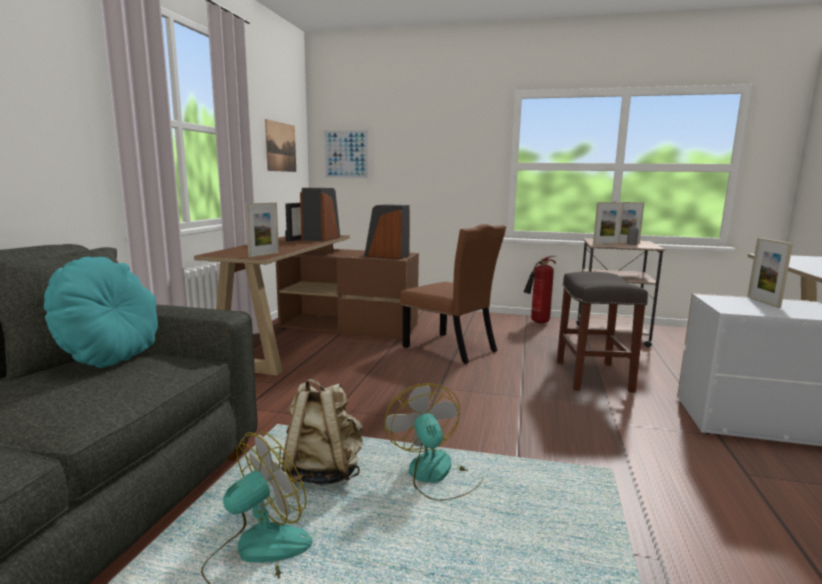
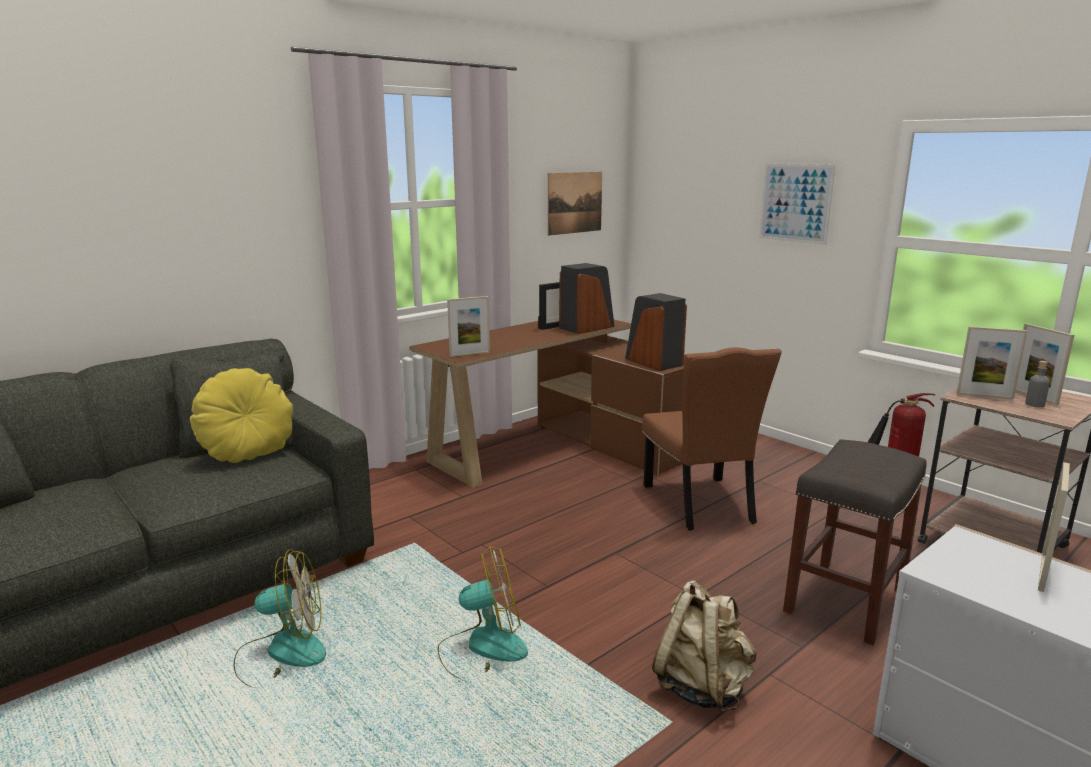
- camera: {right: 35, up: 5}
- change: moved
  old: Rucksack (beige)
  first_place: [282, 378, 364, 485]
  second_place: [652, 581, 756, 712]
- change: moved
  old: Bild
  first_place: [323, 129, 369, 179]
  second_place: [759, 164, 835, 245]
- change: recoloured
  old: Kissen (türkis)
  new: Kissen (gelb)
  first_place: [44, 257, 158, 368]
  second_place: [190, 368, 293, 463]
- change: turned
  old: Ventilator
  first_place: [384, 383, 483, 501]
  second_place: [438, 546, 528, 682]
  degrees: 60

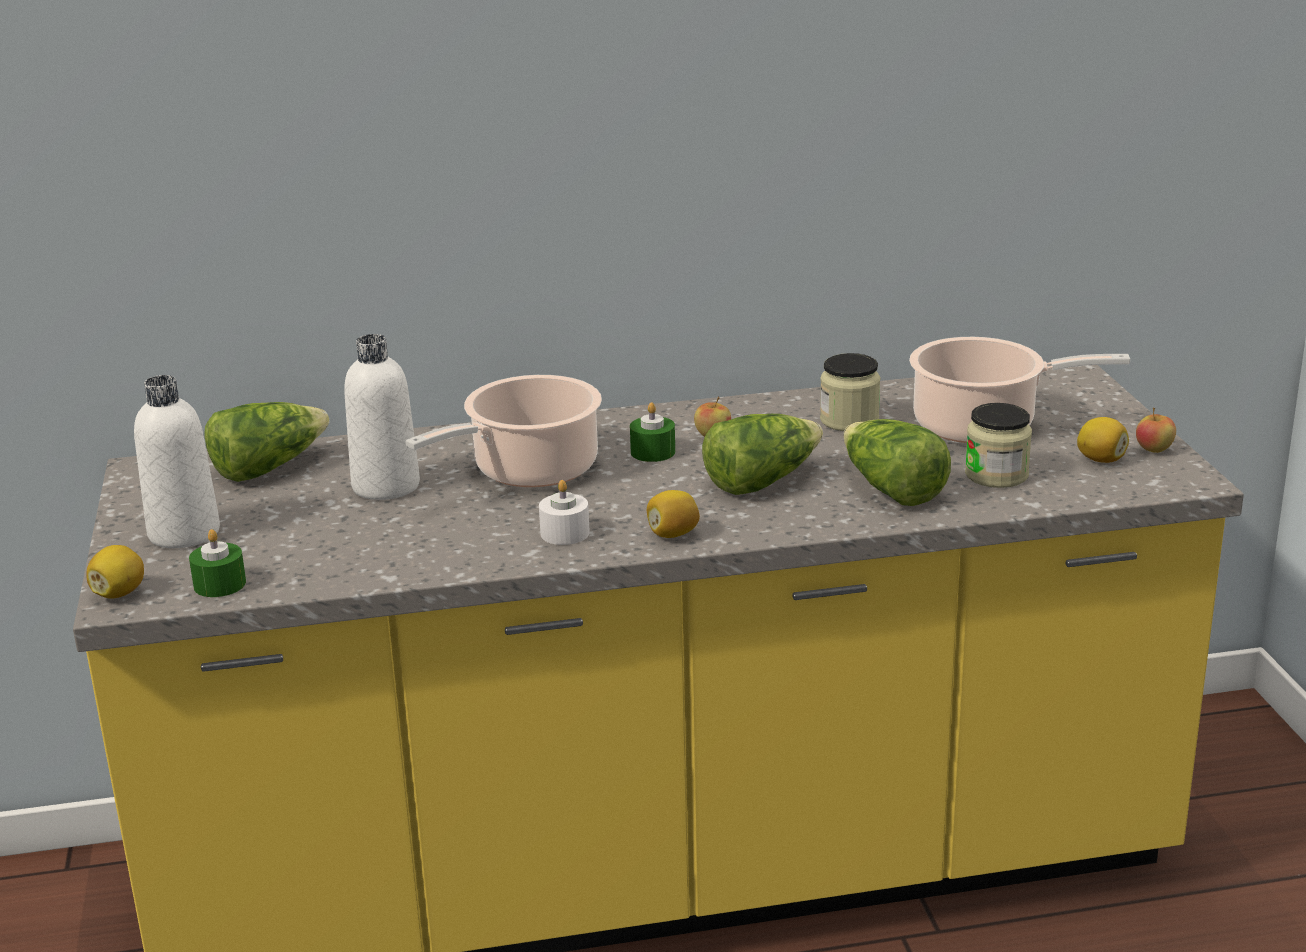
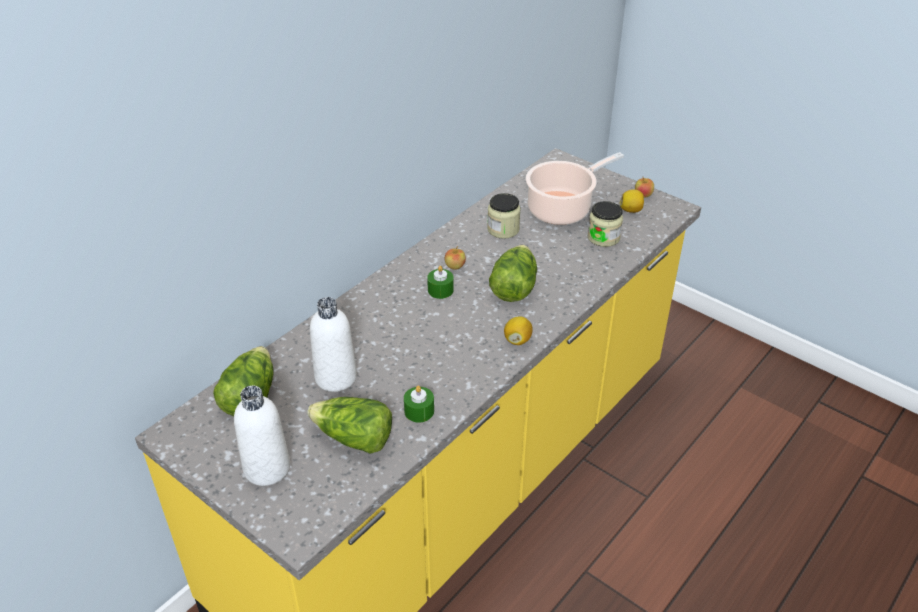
- camera: {right: -40, up: 15}
- change: removed
  old: Zitrone
  first_place: [86, 545, 144, 599]
- change: removed
  old: Kochtopf
  first_place: [406, 375, 602, 487]
- change: removed
  old: Kerze (weiß)
  first_place: [539, 480, 590, 545]
- change: moved
  old: Kerze (grün)
  first_place: [189, 529, 246, 597]
  second_place: [404, 386, 434, 423]
- change: moved
  old: Salatkopf
  first_place: [844, 419, 951, 506]
  second_place: [307, 397, 392, 454]

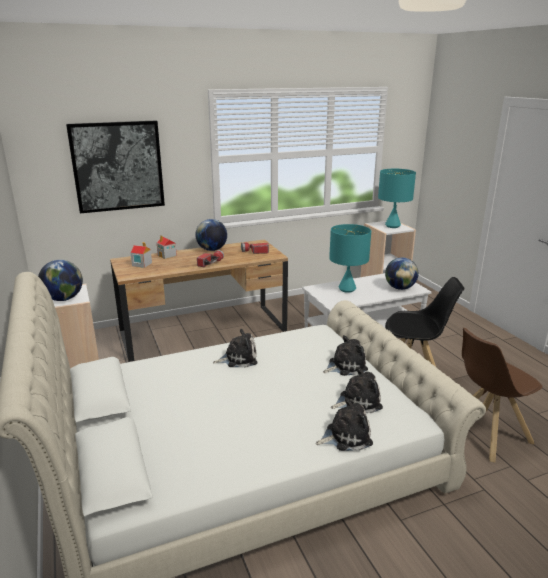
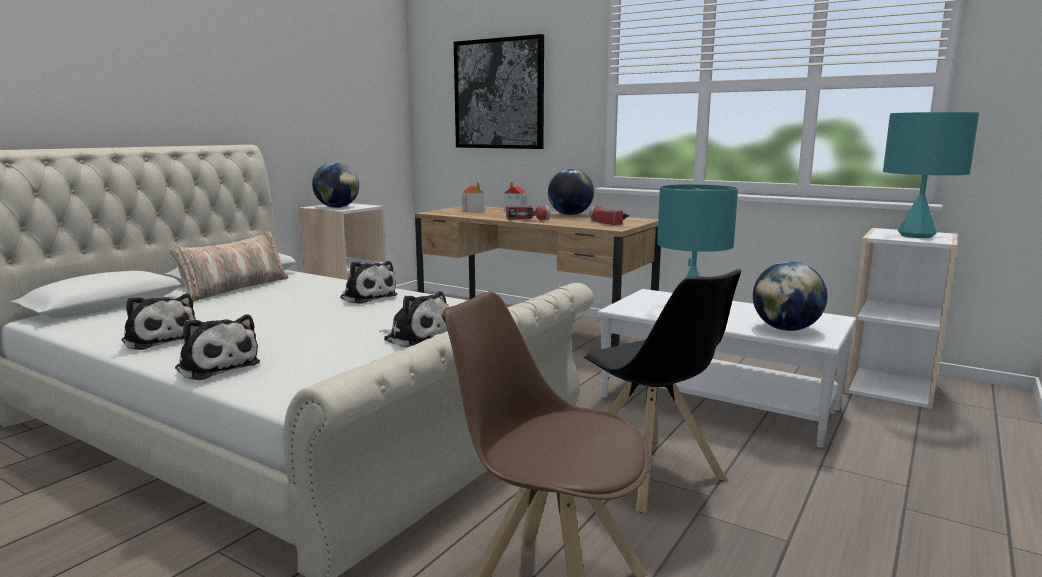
- camera: {right: 55, up: -10}
- change: added
  new: Kissen
  second_place: [170, 231, 289, 302]
- change: moved
  old: Plüschtier
  first_place: [331, 367, 383, 413]
  second_place: [122, 294, 196, 350]

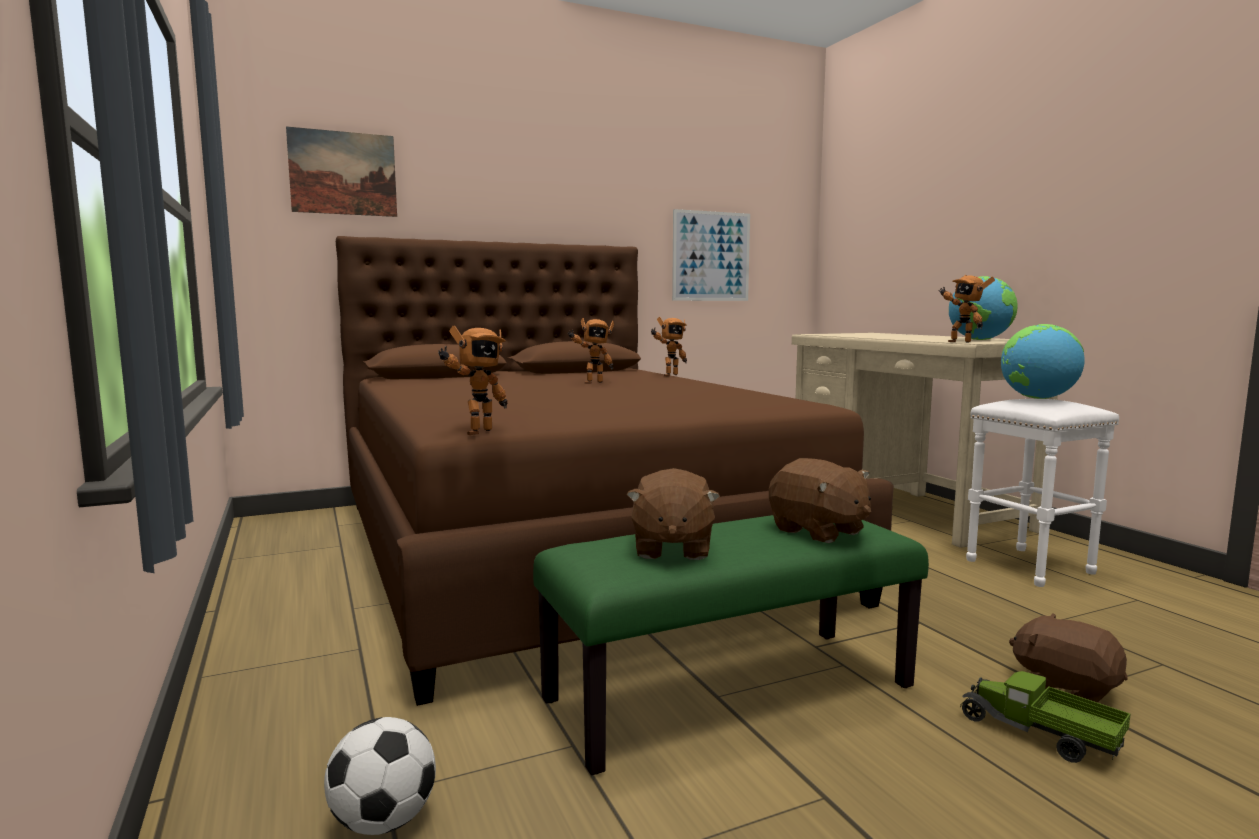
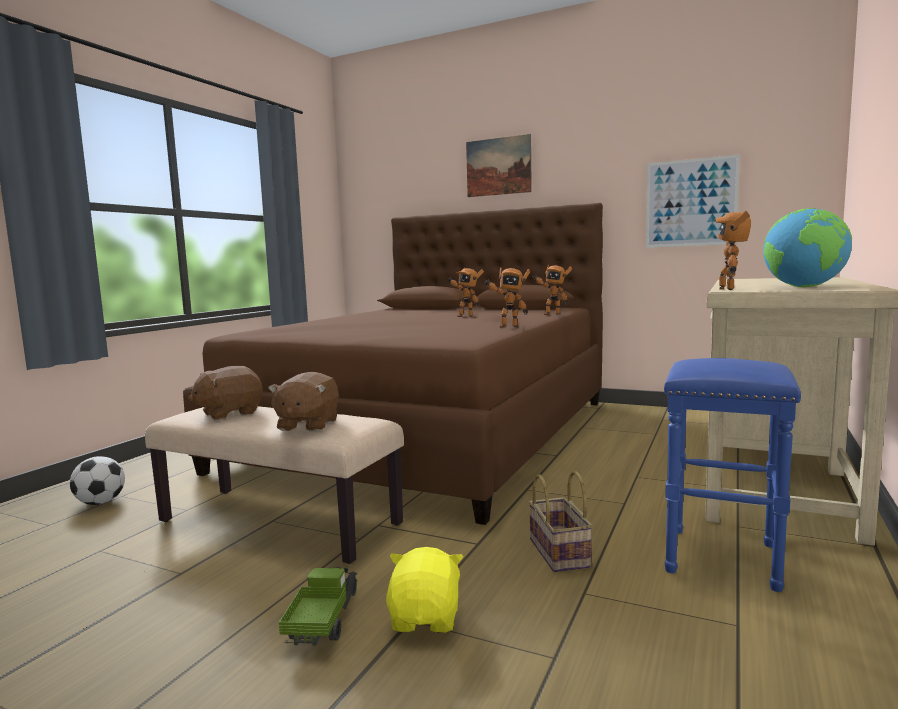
- camera: {right: 50, up: 0}
- change: removed
  old: Globus
  first_place: [1001, 324, 1085, 399]
- change: added
  new: Korb
  second_place: [528, 471, 593, 572]
- change: moved
  old: Bild
  first_place: [286, 126, 397, 217]
  second_place: [466, 134, 532, 197]
- change: moved
  old: Spielzeugroboter
  first_place: [438, 326, 507, 435]
  second_place: [484, 267, 530, 327]
- change: recoloured
  old: Bank (grün)
  new: Bank (beige)
  first_place: [533, 515, 929, 775]
  second_place: [145, 406, 404, 564]
- change: recoloured
  old: Hocker (weiß)
  new: Hocker (blau)
  first_place: [966, 399, 1119, 587]
  second_place: [664, 358, 801, 592]
- change: recoloured
  old: Plüschtier (braun)
  new: Plüschtier (gelb)
  first_place: [1009, 613, 1127, 703]
  second_place: [386, 547, 463, 633]

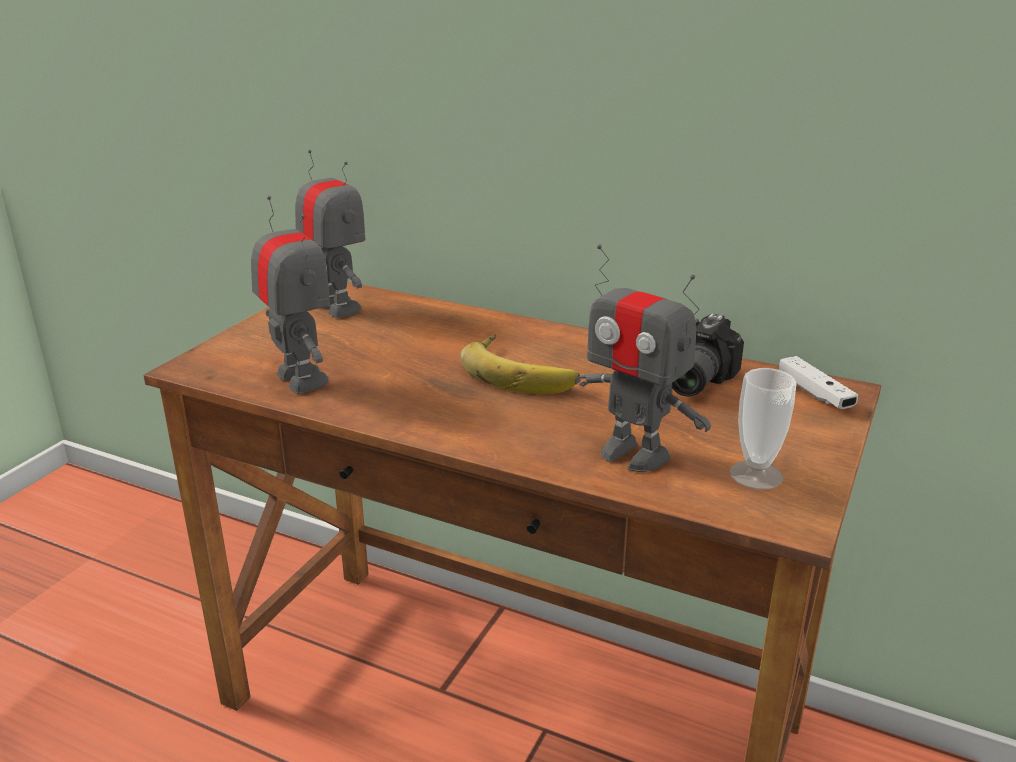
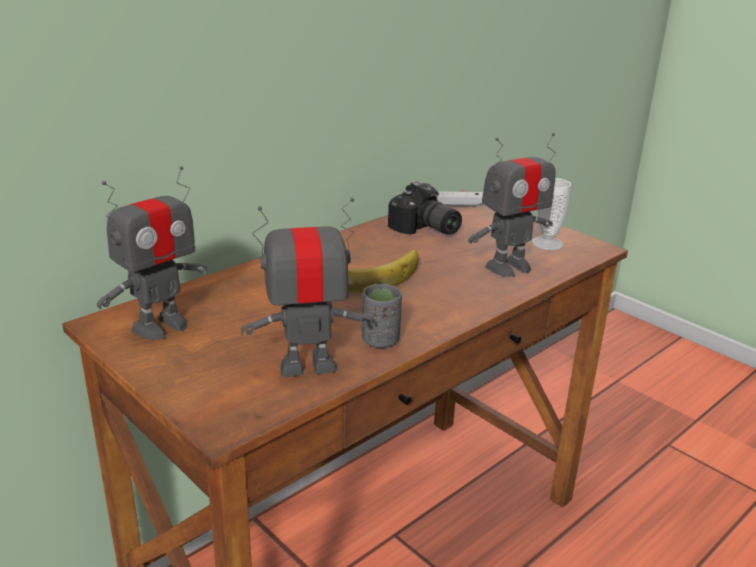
- camera: {right: -70, up: 0}
- change: added
  new: Tasse (grau)
  second_place: [362, 284, 402, 348]
- change: turned
  old: Spielzeugroboter
  first_place: [295, 150, 366, 318]
  second_place: [97, 166, 207, 340]
  degrees: 150

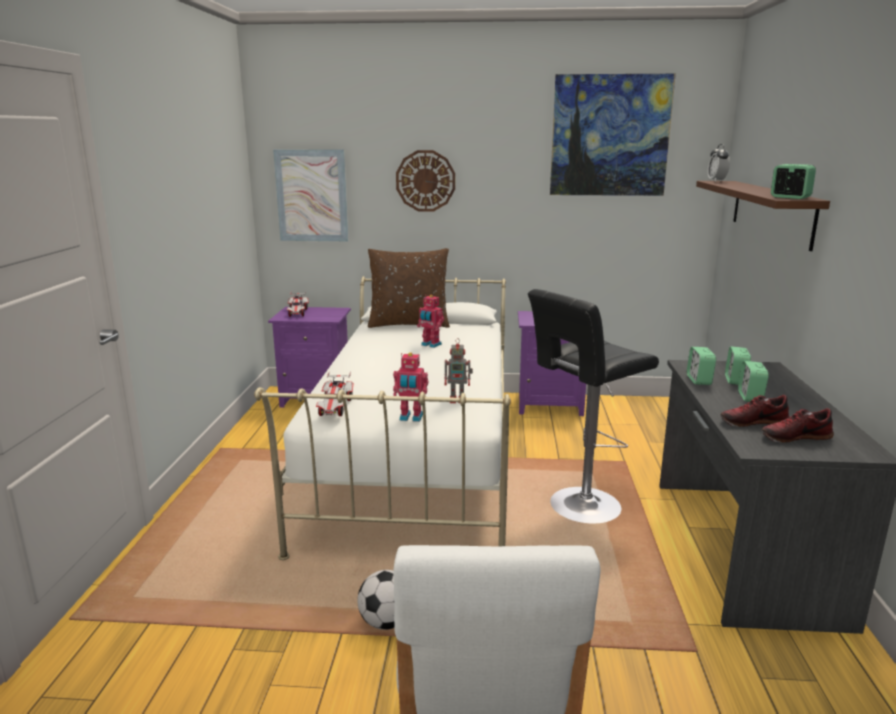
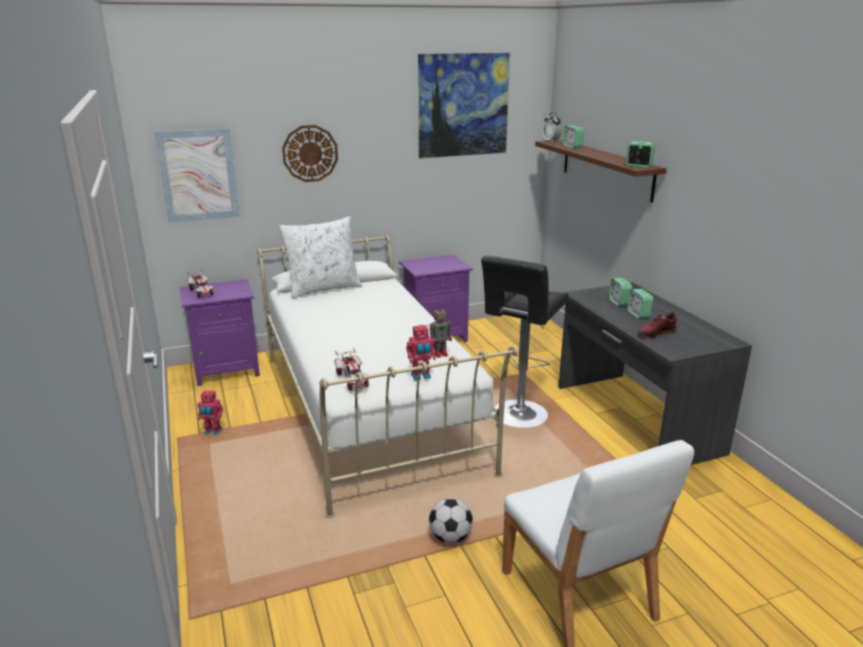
- camera: {right: -25, up: 5}
- change: removed
  old: Schuh
  first_place: [761, 408, 834, 443]
- change: moved
  old: Spielzeugroboter
  first_place: [417, 295, 444, 348]
  second_place: [197, 390, 223, 435]
- change: moved
  old: Wecker
  first_place: [687, 347, 716, 385]
  second_place: [563, 126, 584, 148]
- change: recoloured
  old: Kissen (braun)
  new: Kissen (weiß)
  first_place: [368, 248, 450, 328]
  second_place: [279, 216, 362, 298]

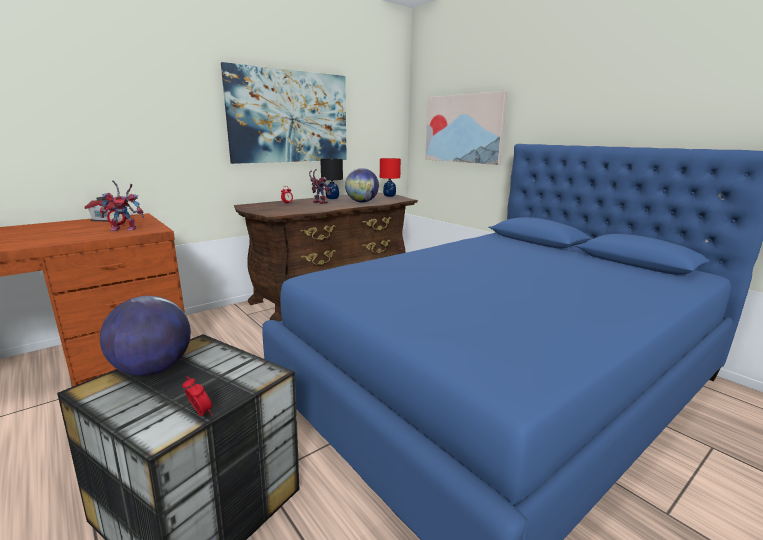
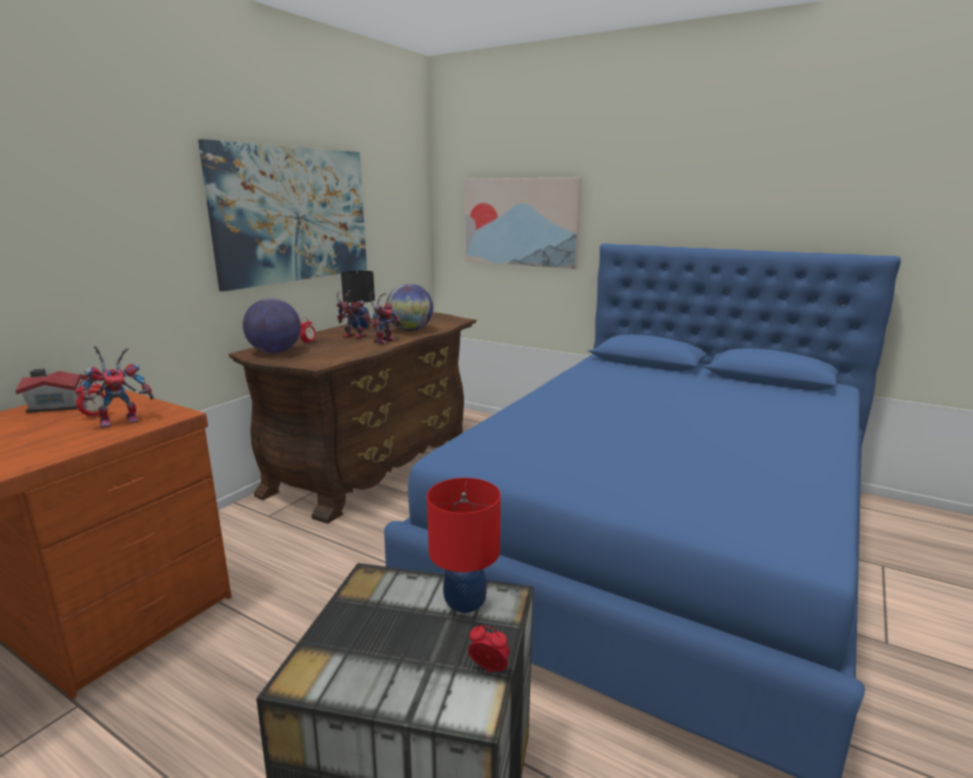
- camera: {right: -20, up: 0}
- change: added
  new: Spielzeugroboter
  second_place: [369, 292, 402, 344]
- change: moved
  old: Globus
  first_place: [100, 296, 191, 376]
  second_place: [243, 298, 301, 353]
- change: moved
  old: Tischlampe (rot)
  first_place: [380, 158, 401, 197]
  second_place: [427, 478, 501, 613]

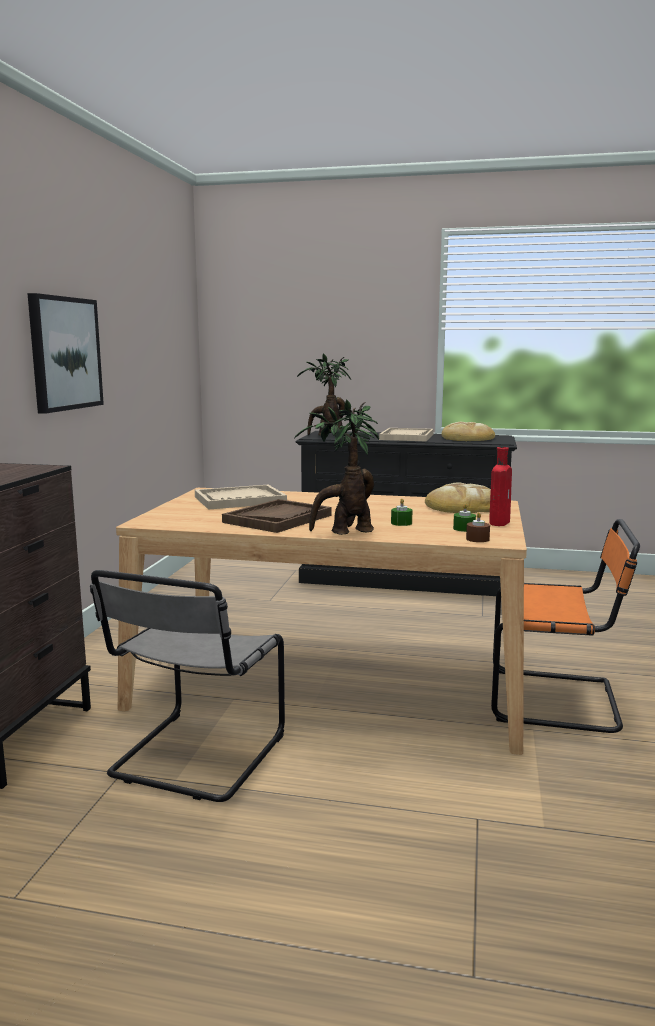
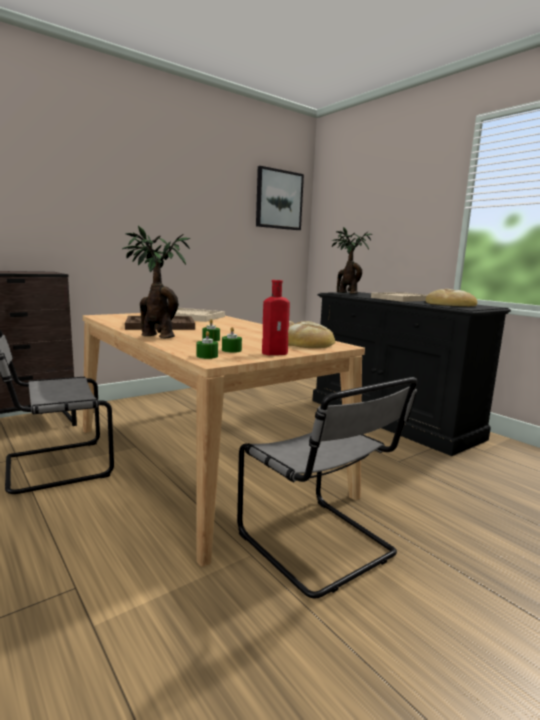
- camera: {right: 40, up: 0}
- change: moved
  old: Bild
  first_place: [27, 293, 104, 414]
  second_place: [256, 166, 304, 230]
- change: recoloured
  old: Kerze (braun)
  new: Kerze (grün)
  first_place: [466, 512, 490, 542]
  second_place: [197, 331, 218, 359]
- change: recoloured
  old: Stuhl (orange)
  new: Stuhl (grau)
  first_place: [491, 519, 640, 733]
  second_place: [237, 377, 417, 599]

